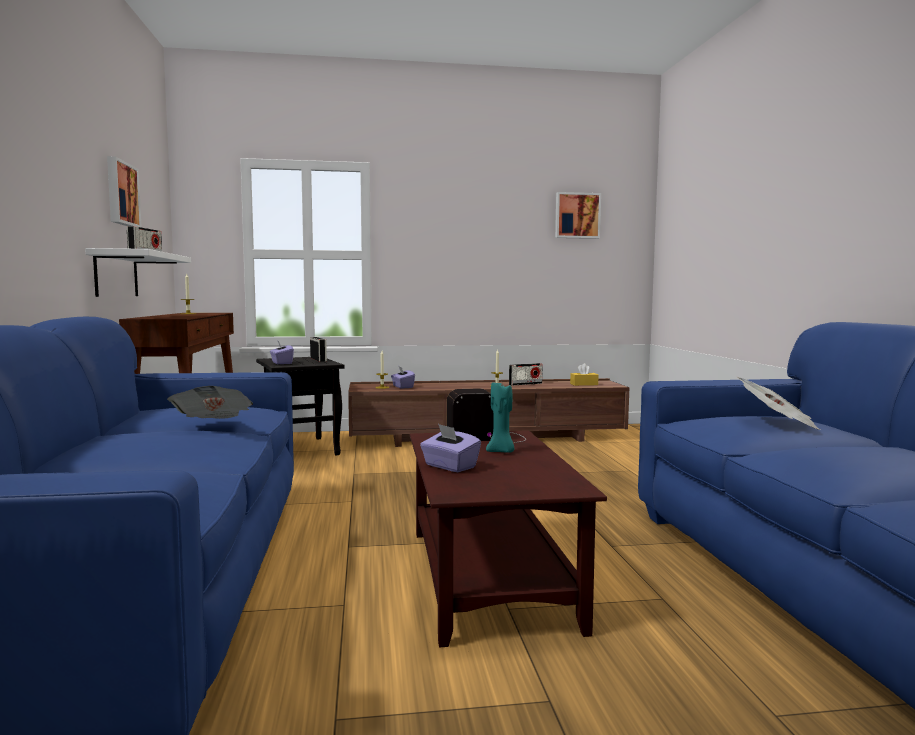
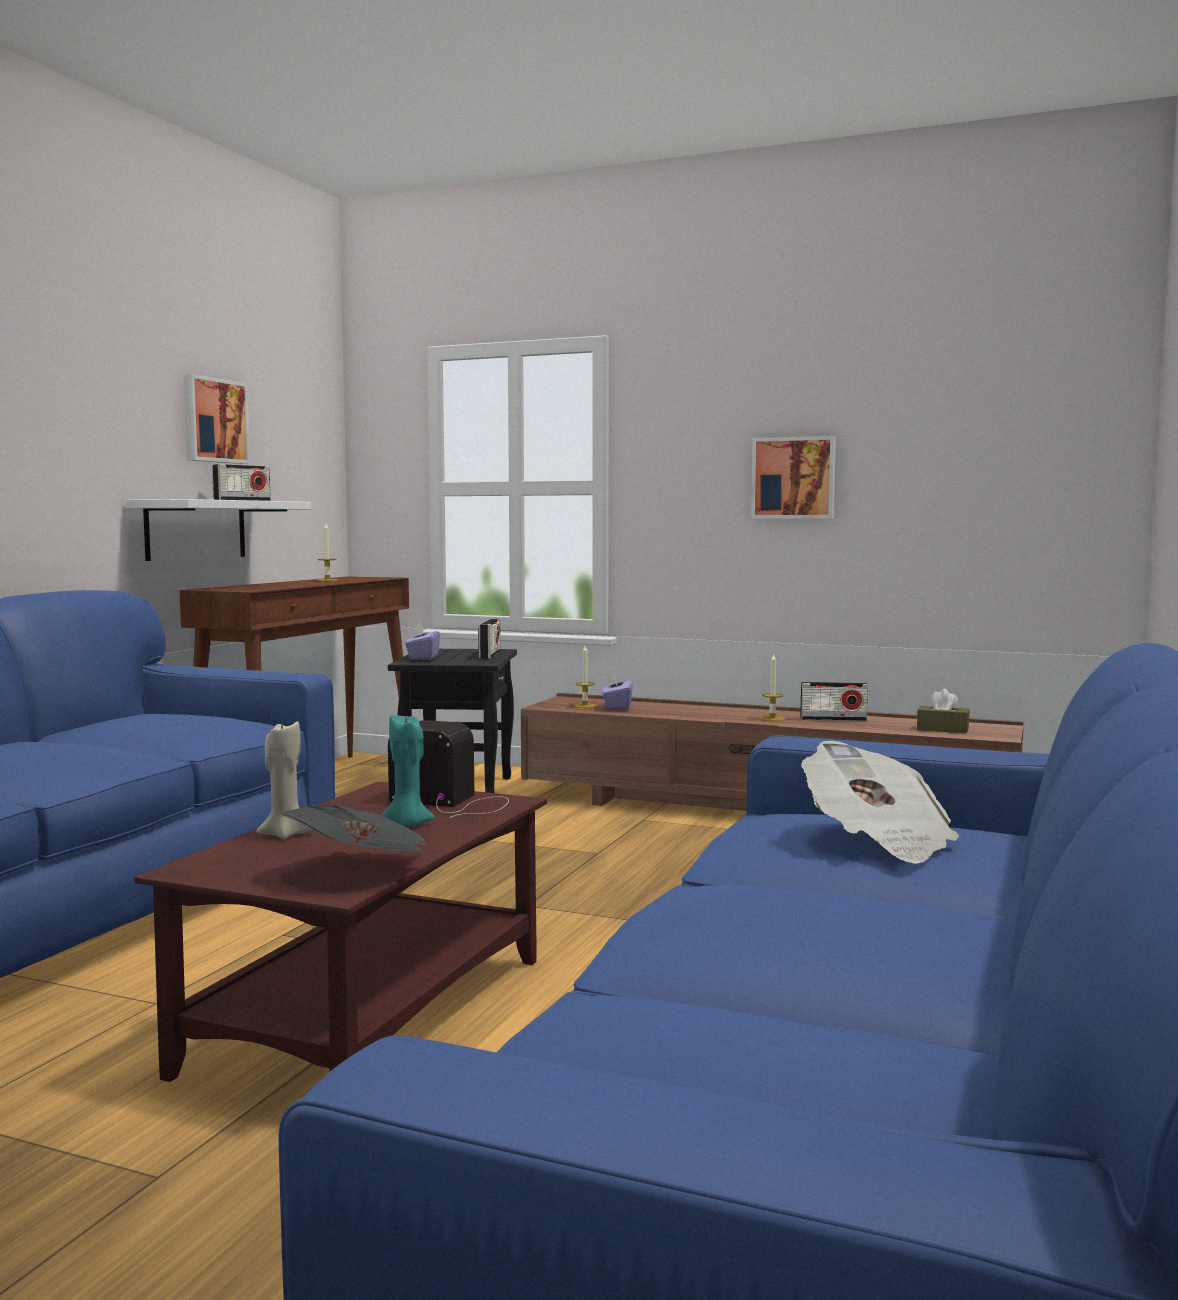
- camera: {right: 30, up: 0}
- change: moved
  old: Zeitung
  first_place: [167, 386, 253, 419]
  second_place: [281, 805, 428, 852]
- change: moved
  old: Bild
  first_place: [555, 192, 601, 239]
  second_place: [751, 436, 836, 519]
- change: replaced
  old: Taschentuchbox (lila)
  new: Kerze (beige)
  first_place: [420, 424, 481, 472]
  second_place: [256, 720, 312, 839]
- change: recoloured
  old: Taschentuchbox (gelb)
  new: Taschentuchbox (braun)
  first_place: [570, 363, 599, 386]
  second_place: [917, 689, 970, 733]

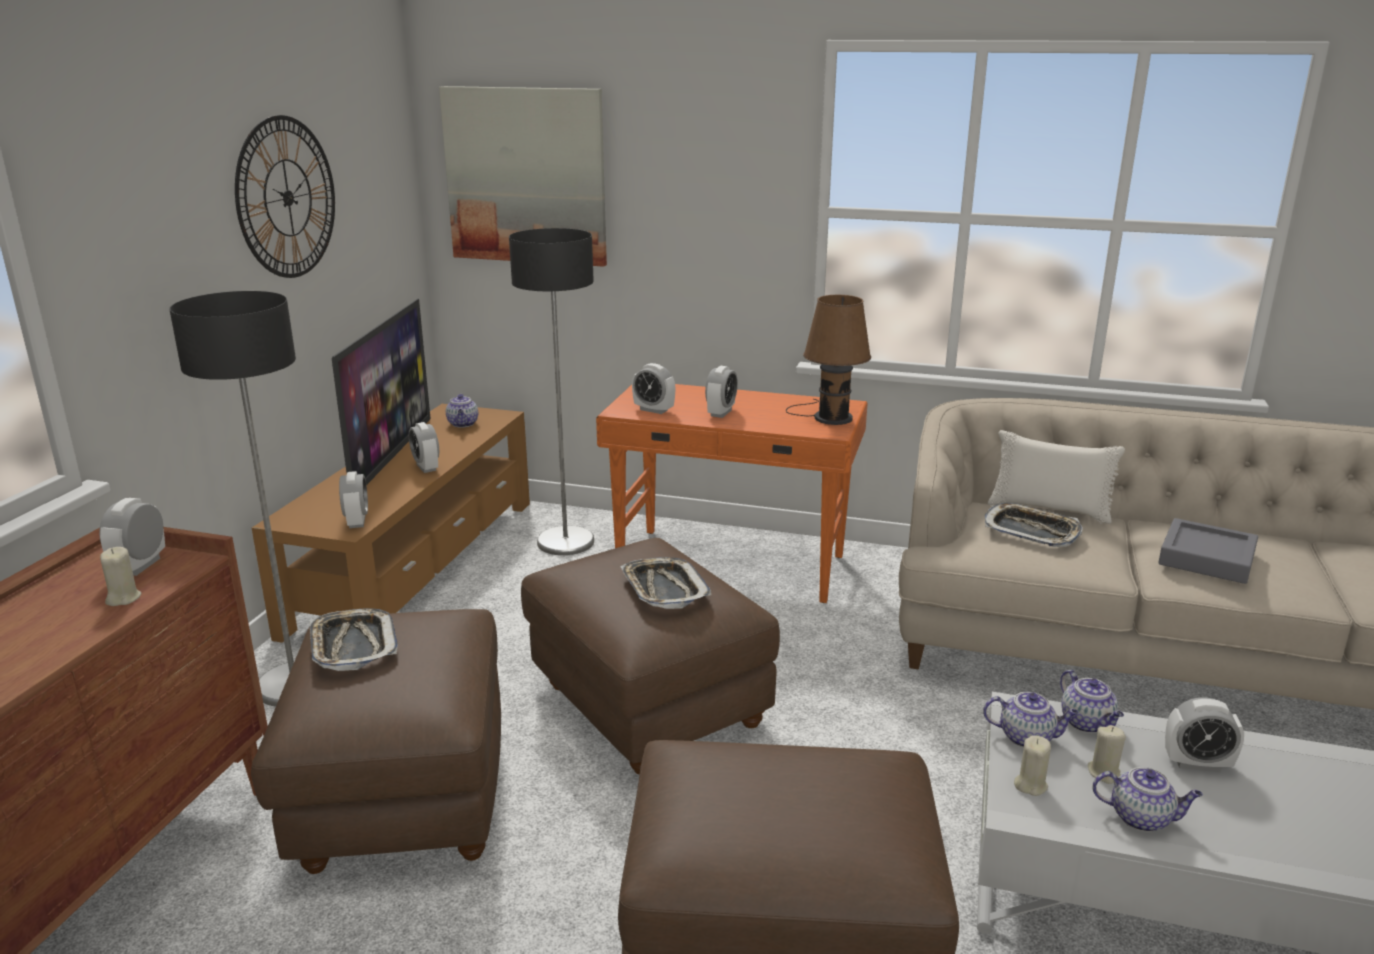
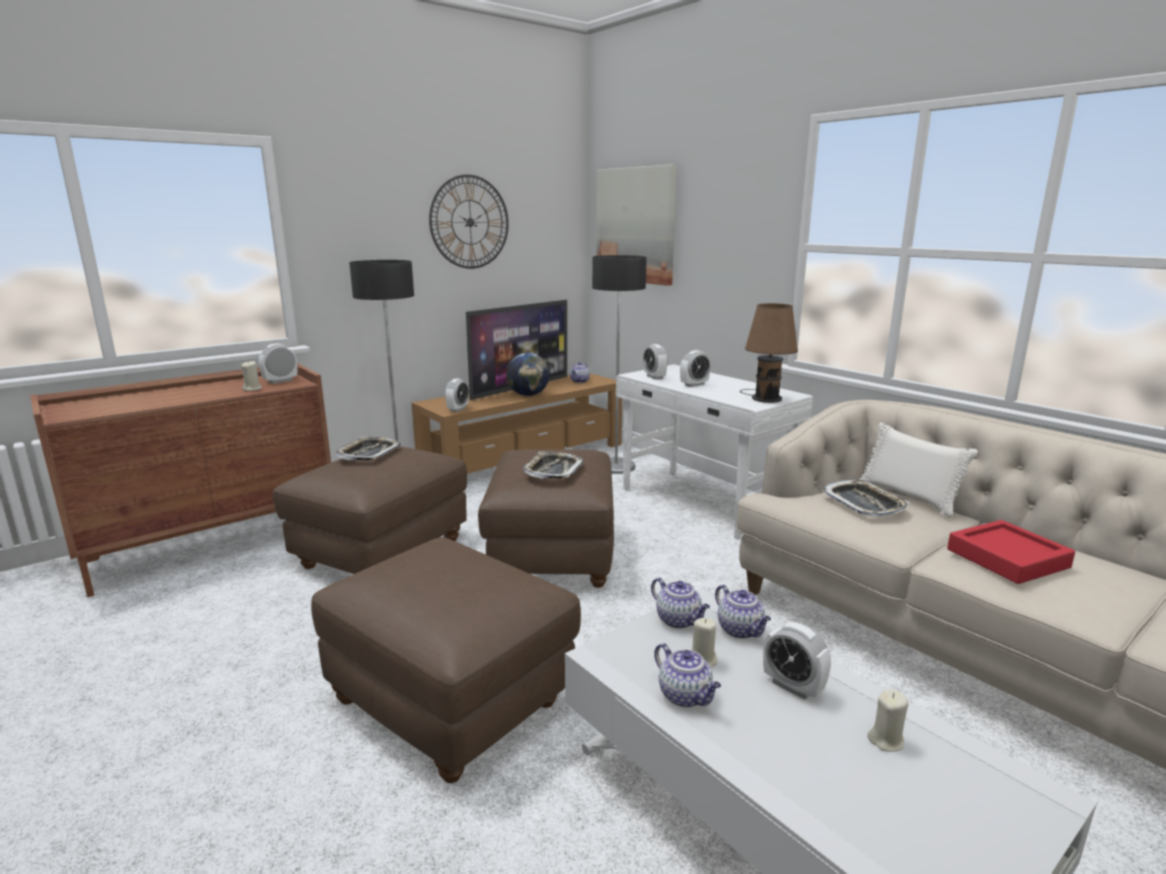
- camera: {right: 35, up: -5}
- change: moved
  old: Kerze (beige)
  first_place: [1014, 735, 1051, 796]
  second_place: [867, 690, 908, 752]
- change: replaced
  old: Wecker
  new: Globus
  first_place: [409, 422, 439, 473]
  second_place: [506, 353, 550, 396]
- change: recoloured
  old: Konsolentisch (orange)
  new: Konsolentisch (weiß)
  first_place: [596, 384, 867, 603]
  second_place: [616, 364, 813, 539]
- change: recoloured
  old: Tablett (grau)
  new: Tablett (rot)
  first_place: [1158, 518, 1258, 584]
  second_place: [947, 520, 1075, 584]
- change: turned
  old: Teekanne
  first_place: [1060, 670, 1124, 733]
  second_place: [715, 585, 771, 639]
  degrees: -45

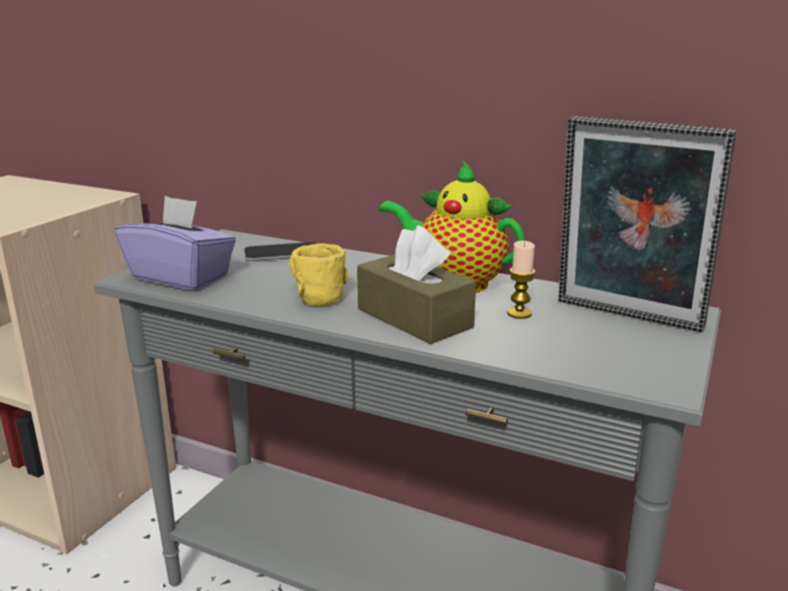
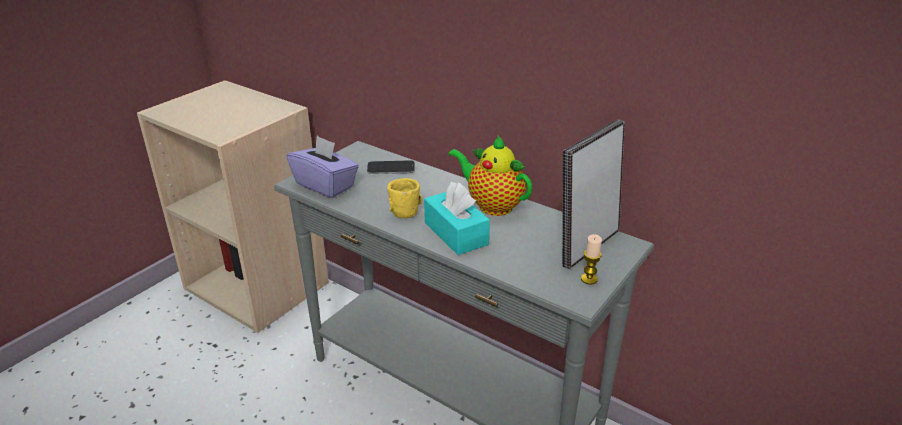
- camera: {right: 10, up: 10}
- change: moved
  old: Kerze
  first_place: [507, 241, 535, 319]
  second_place: [581, 234, 602, 285]
- change: recoloured
  old: Taschentuchbox (braun)
  new: Taschentuchbox (türkis)
  first_place: [357, 226, 476, 344]
  second_place: [424, 182, 490, 255]
- change: turned
  old: Bilderrahmen
  first_place: [558, 116, 737, 332]
  second_place: [562, 120, 625, 269]
  degrees: 90

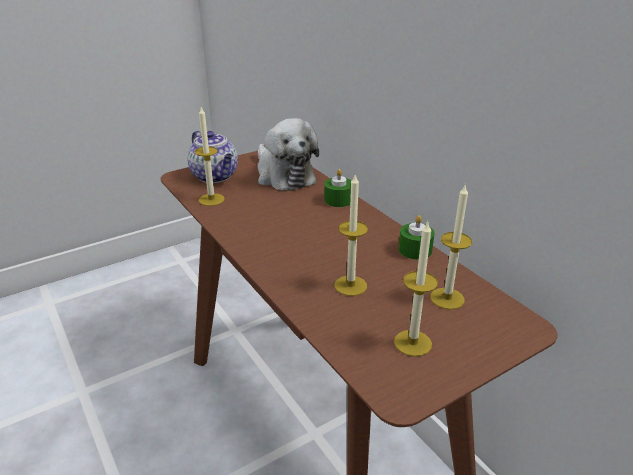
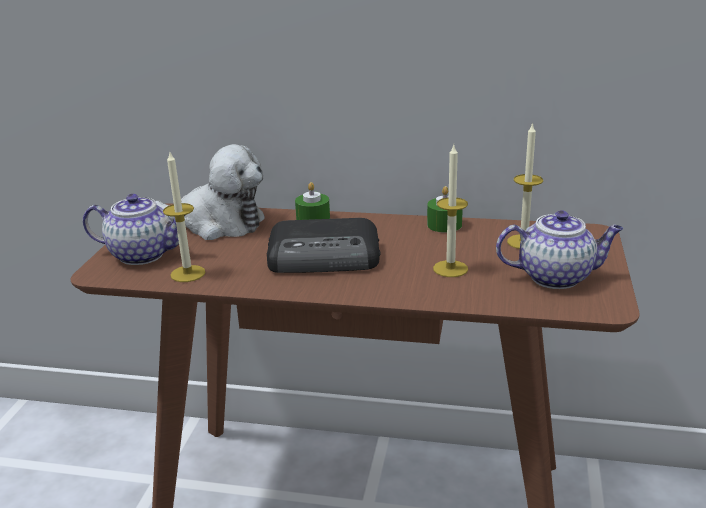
- camera: {right: -45, up: -5}
- change: added
  new: Radio
  second_place: [267, 218, 381, 273]
- change: replaced
  old: Kerze
  new: Teekanne
  first_place: [394, 222, 438, 357]
  second_place: [496, 210, 623, 289]

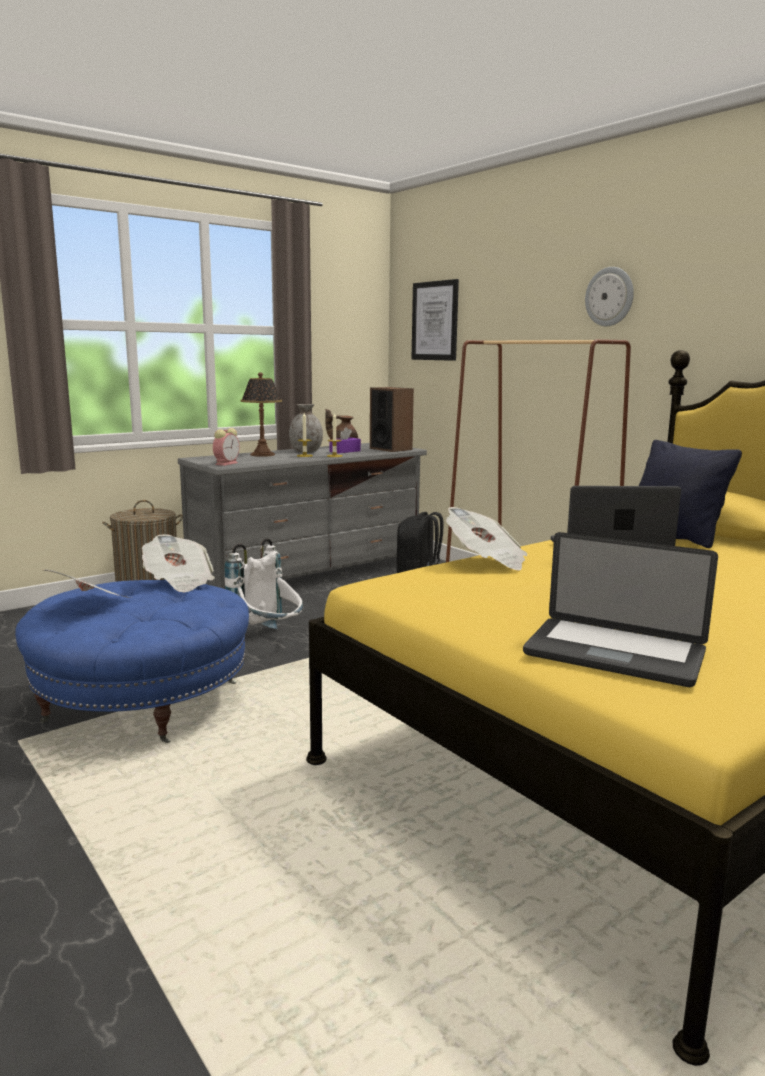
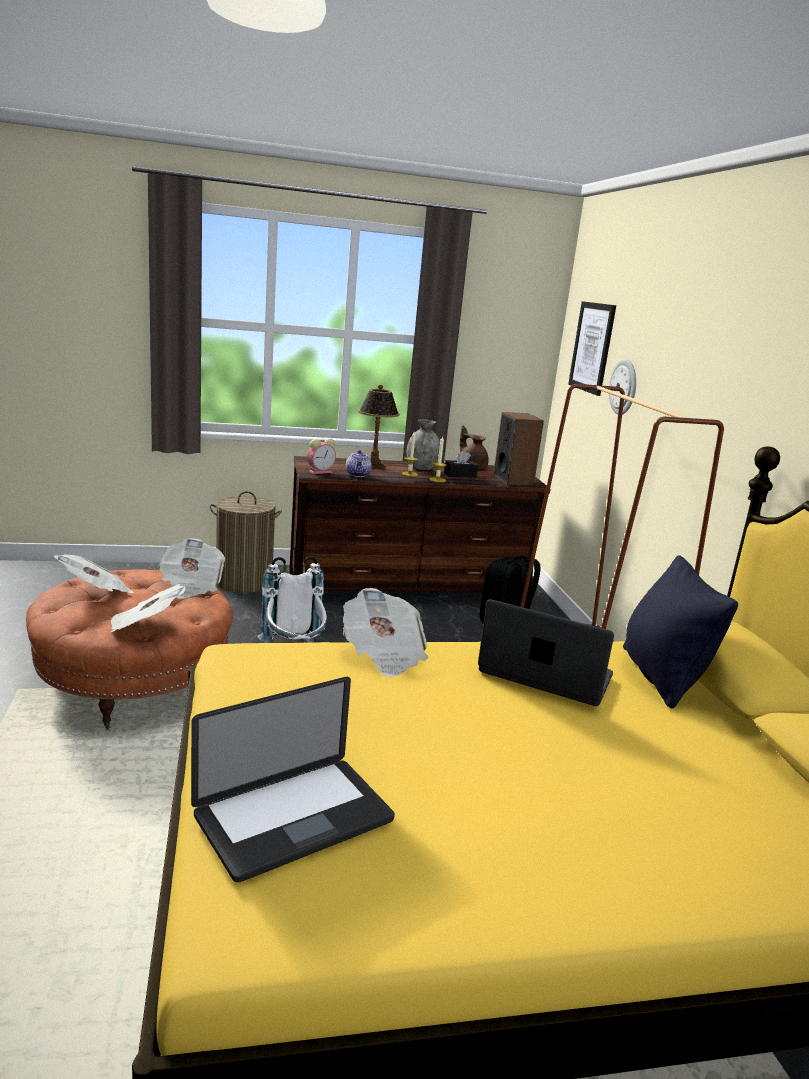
- camera: {right: 25, up: 5}
- change: added
  new: Zeitung
  second_place: [111, 584, 185, 632]
- change: added
  new: Teekanne
  second_place: [346, 450, 372, 477]
- change: moved
  old: Wanduhr
  first_place: [585, 267, 634, 326]
  second_place: [609, 359, 636, 415]
- change: recoloured
  old: Polsterhocker (blau)
  new: Polsterhocker (braun)
  first_place: [15, 580, 249, 743]
  second_place: [26, 569, 233, 731]
- change: recoloured
  old: Kommode (grau)
  new: Kommode (braun)
  first_place: [178, 443, 427, 589]
  second_place: [289, 456, 550, 593]
- change: recoloured
  old: Taschentuchbox (lila)
  new: Taschentuchbox (schwarz)
  first_place: [329, 427, 361, 453]
  second_place: [444, 451, 478, 477]
- change: turned
  old: Laptop
  first_place: [523, 532, 718, 687]
  second_place: [191, 677, 395, 882]
  degrees: -90

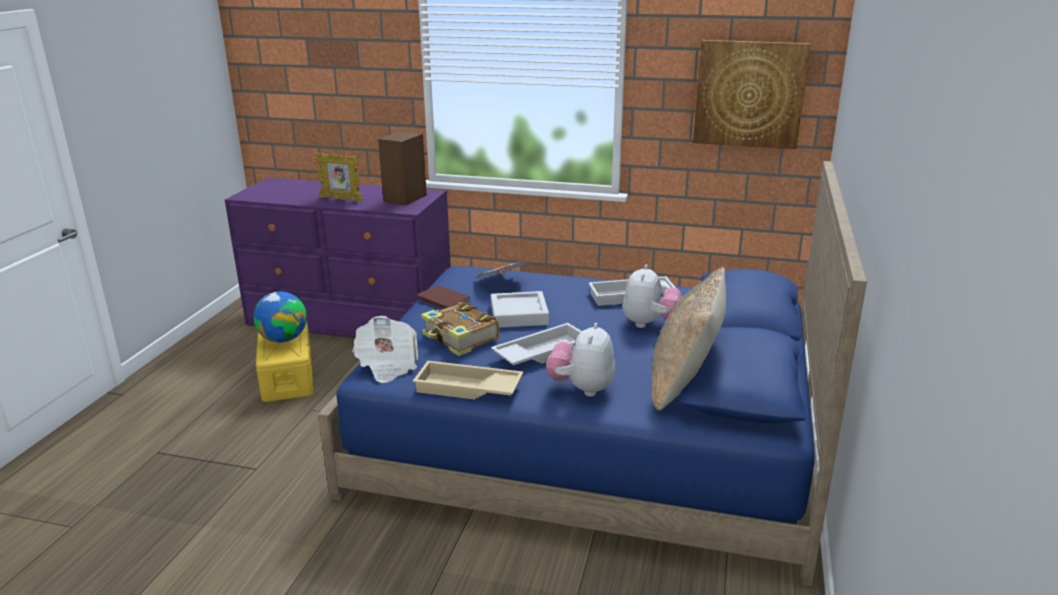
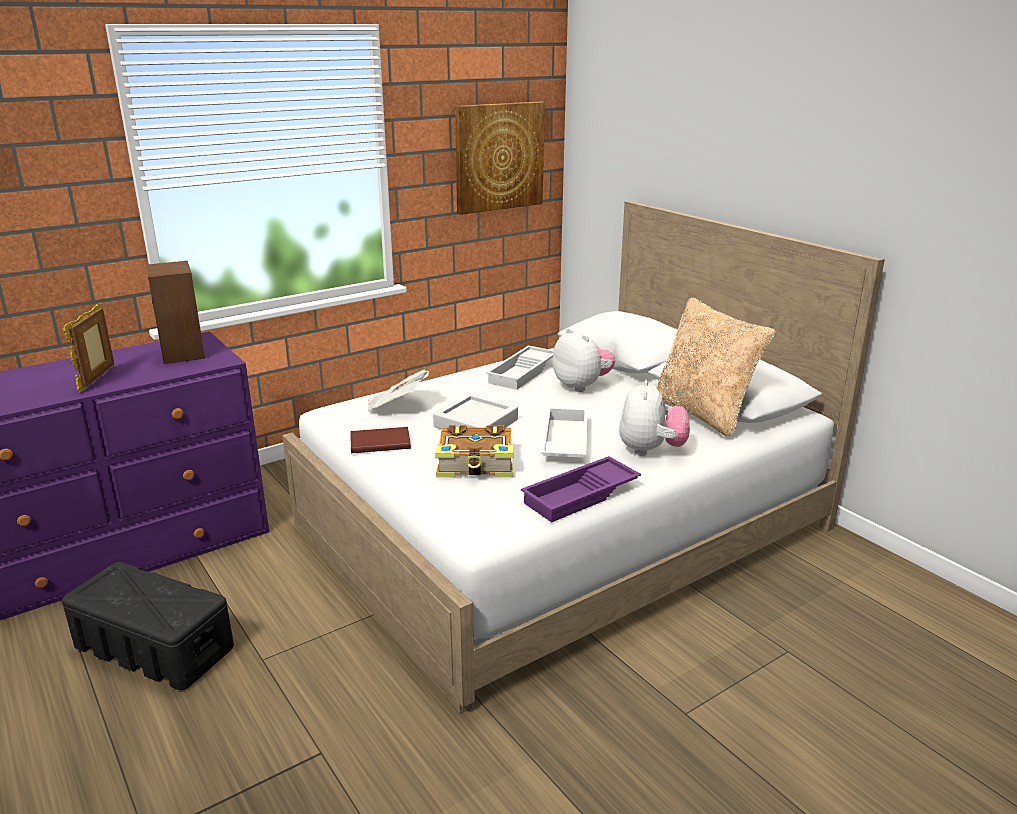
- camera: {right: -50, up: 0}
- change: removed
  old: Globus
  first_place: [253, 292, 307, 343]
- change: removed
  old: Zeitung
  first_place: [352, 316, 418, 383]
- change: recoloured
  old: Aufbewahrungsbox (gelb)
  new: Aufbewahrungsbox (schwarz)
  first_place: [256, 321, 314, 402]
  second_place: [62, 562, 234, 690]
- change: recoloured
  old: Bett (blau)
  new: Bett (weiß)
  first_place: [318, 161, 867, 586]
  second_place: [282, 201, 885, 714]
- change: recoloured
  old: Tablett (beige)
  new: Tablett (lila)
  first_place: [413, 361, 523, 400]
  second_place: [521, 456, 641, 522]
- change: turned
  old: Bilderrahmen
  first_place: [315, 153, 362, 202]
  second_place: [63, 303, 115, 393]
  degrees: 120
- change: turned
  old: Plüschtier
  first_place: [546, 323, 615, 397]
  second_place: [619, 380, 690, 456]
  degrees: -135

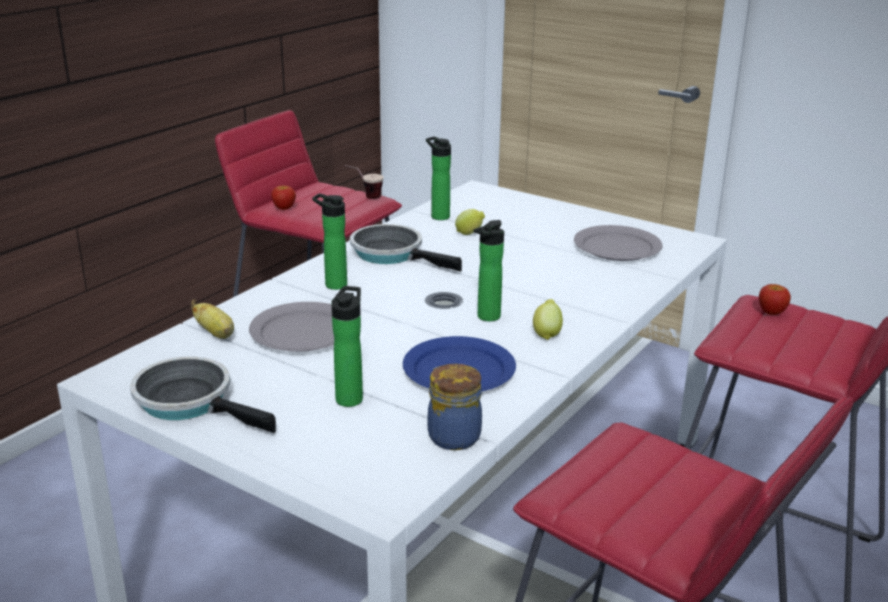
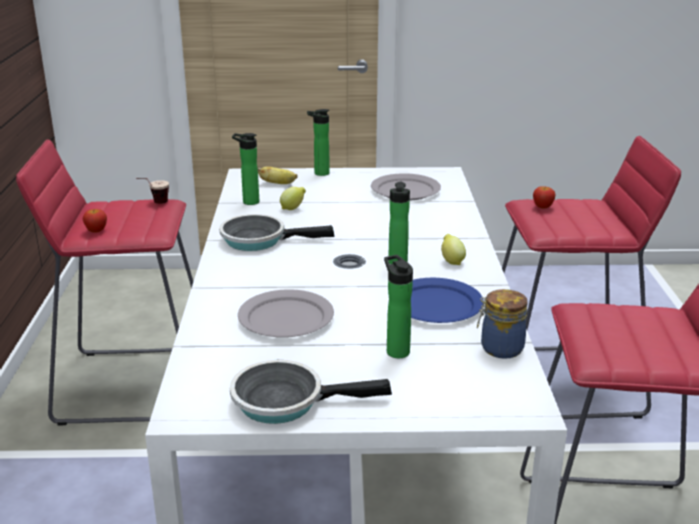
- camera: {right: -35, up: 0}
- change: moved
  old: Banane
  first_place: [191, 299, 234, 339]
  second_place: [257, 166, 297, 184]
- change: moved
  old: Flasche
  first_place: [312, 194, 347, 290]
  second_place: [307, 109, 330, 176]

